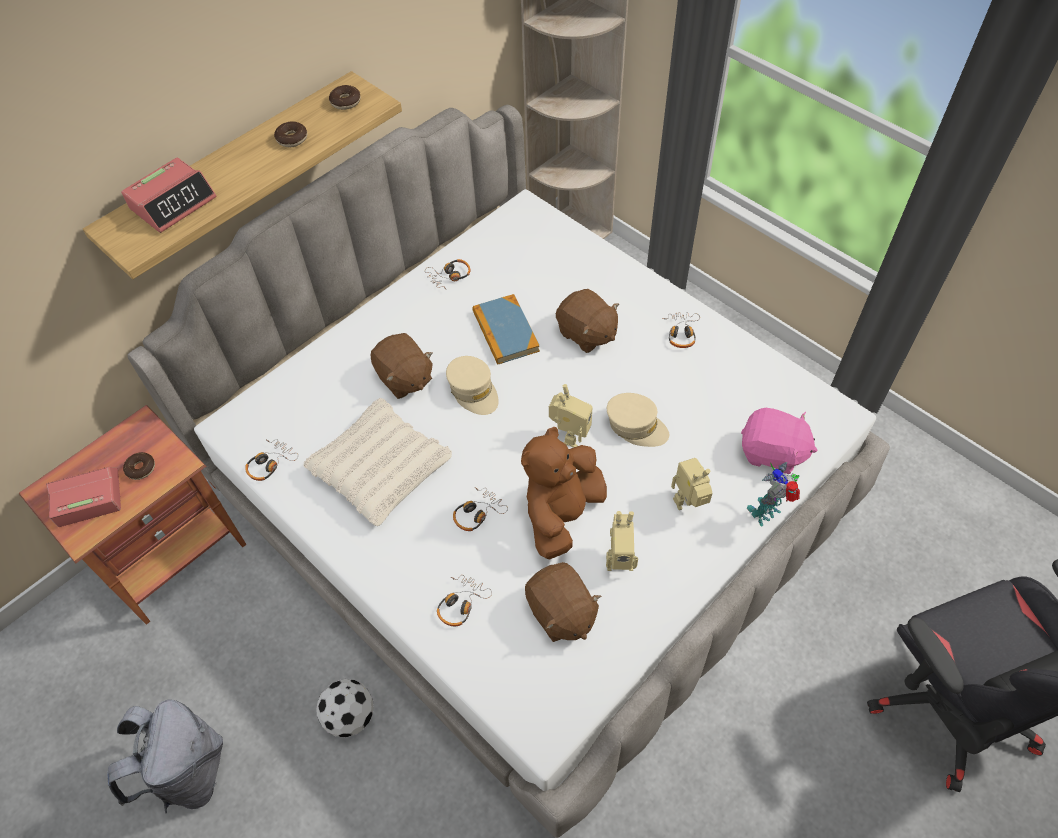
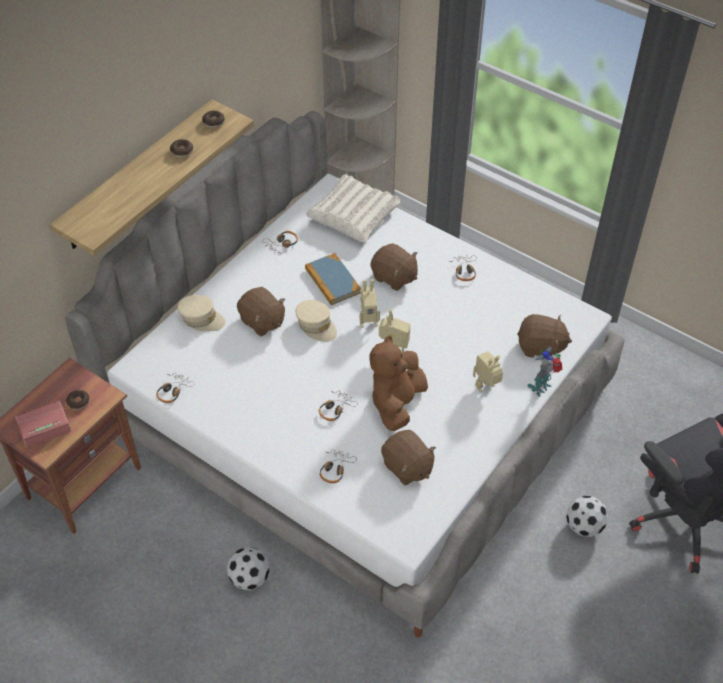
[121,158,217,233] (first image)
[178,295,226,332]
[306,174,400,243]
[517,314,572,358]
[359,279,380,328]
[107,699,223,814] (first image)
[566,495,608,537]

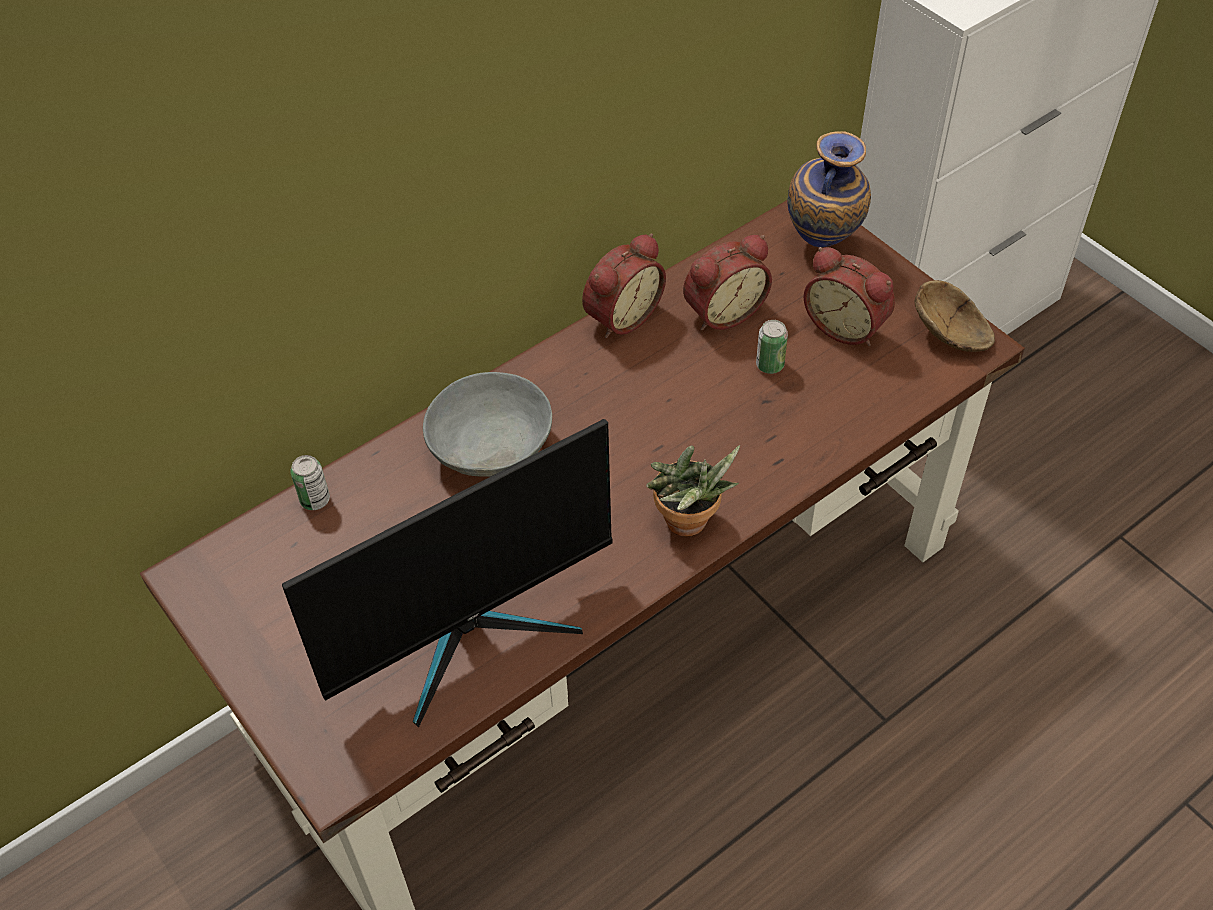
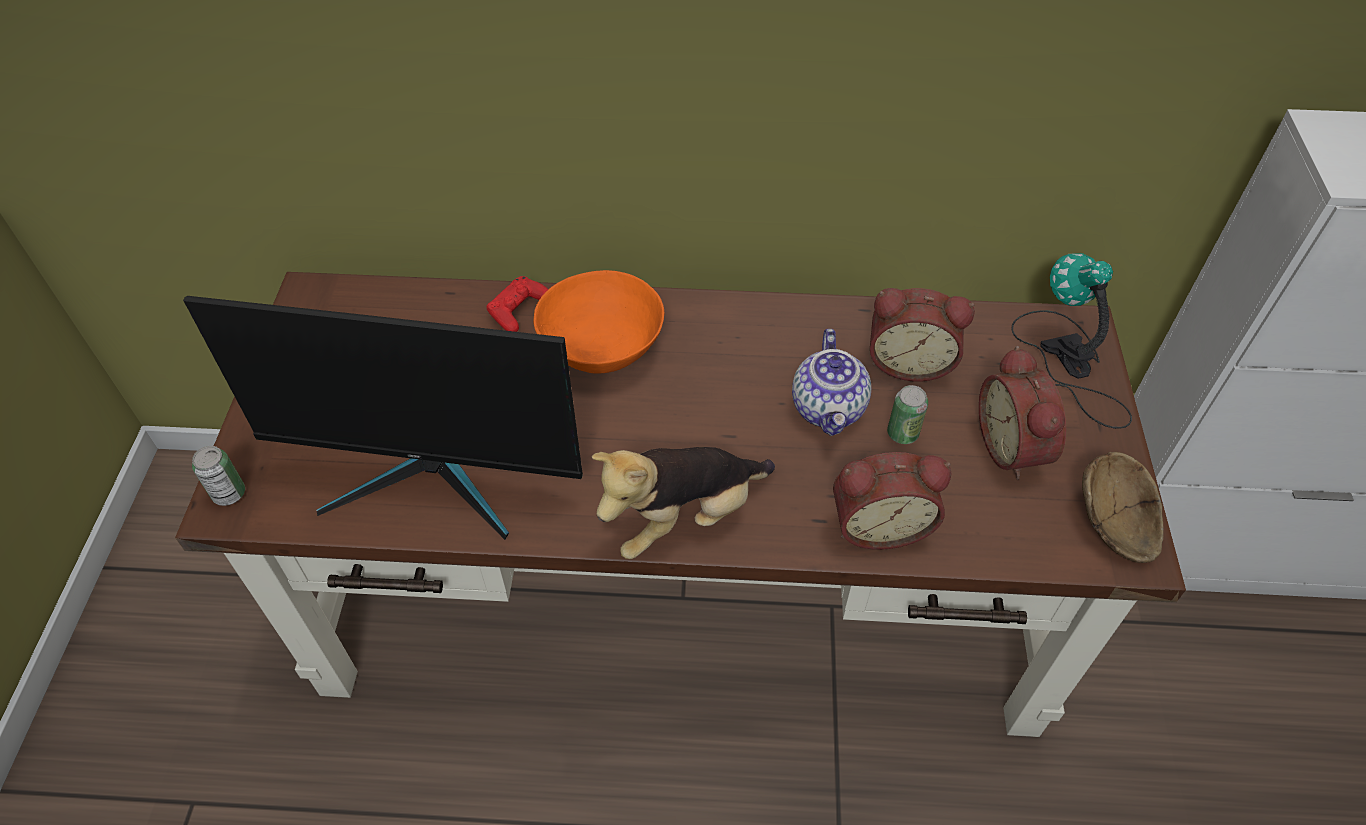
[1011,253,1132,429]
[833,452,951,550]
[533,270,664,374]
[592,447,775,559]
[192,446,245,506]
[486,276,548,332]
[792,329,871,436]

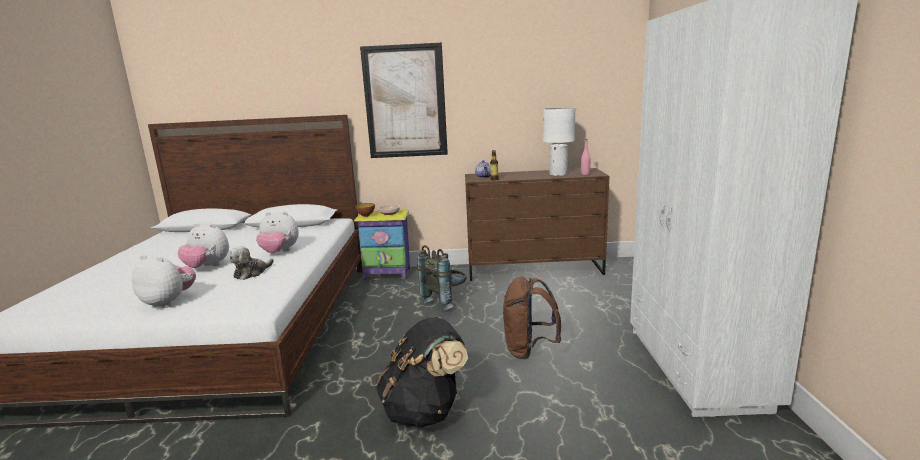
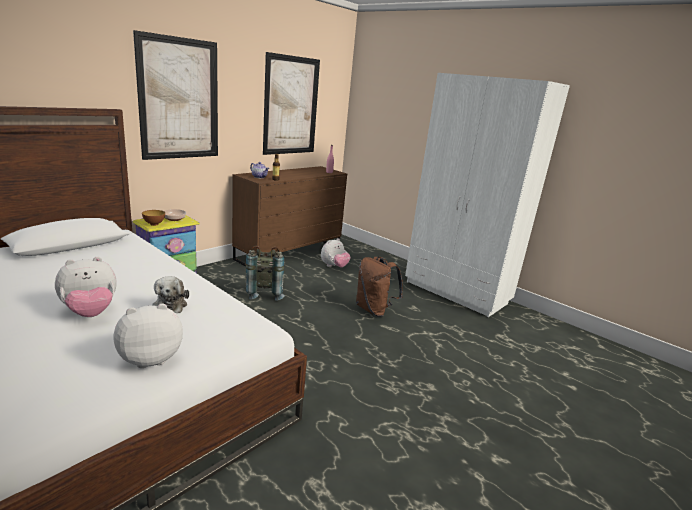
[543,107,575,176] (first image)
[321,238,351,267]
[376,317,468,427] (first image)
[263,52,320,155]

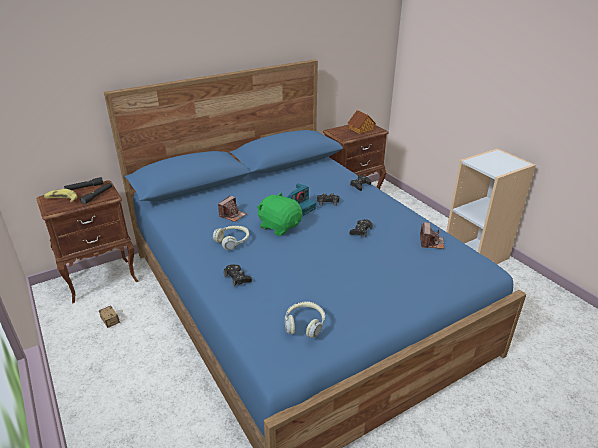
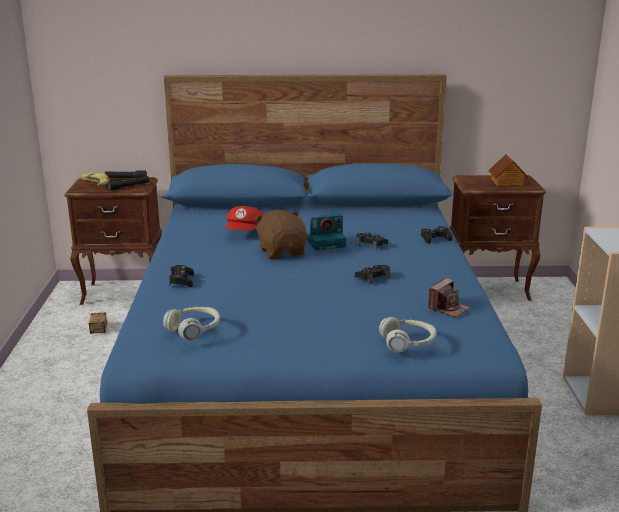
[254,210,307,259]
[226,206,264,231]
[379,317,436,353]

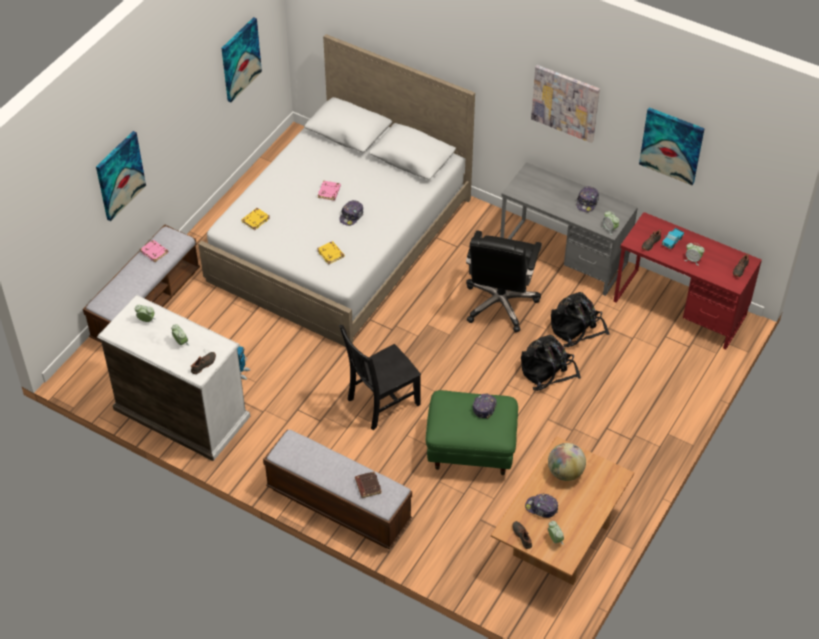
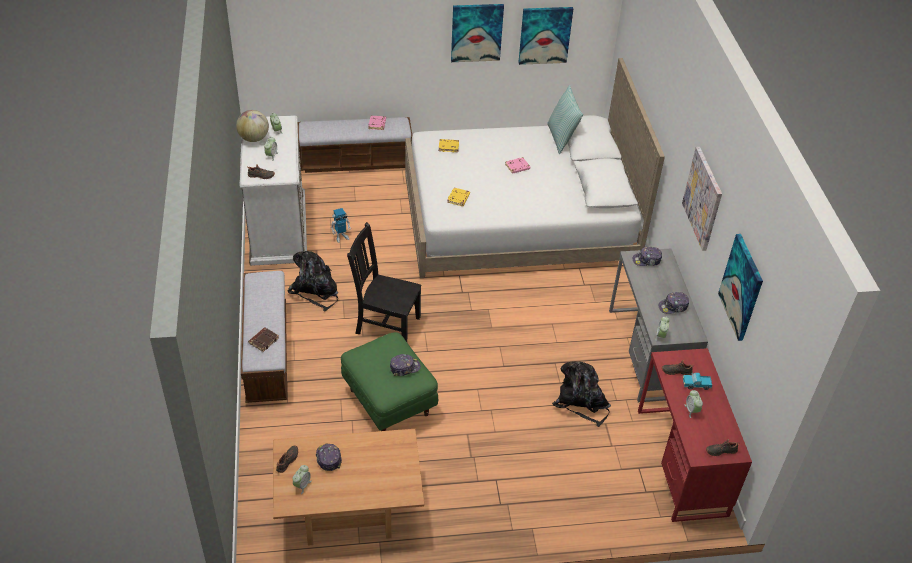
[451,4,504,62]
[632,247,662,266]
[466,231,542,332] (first image)
[287,251,338,312]
[236,110,269,142]
[547,85,583,154]

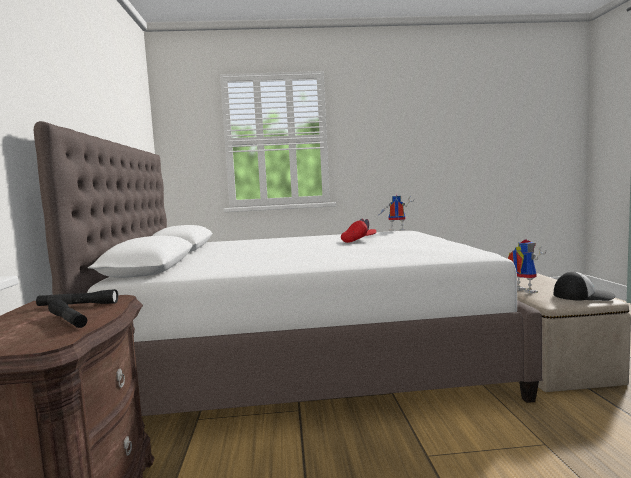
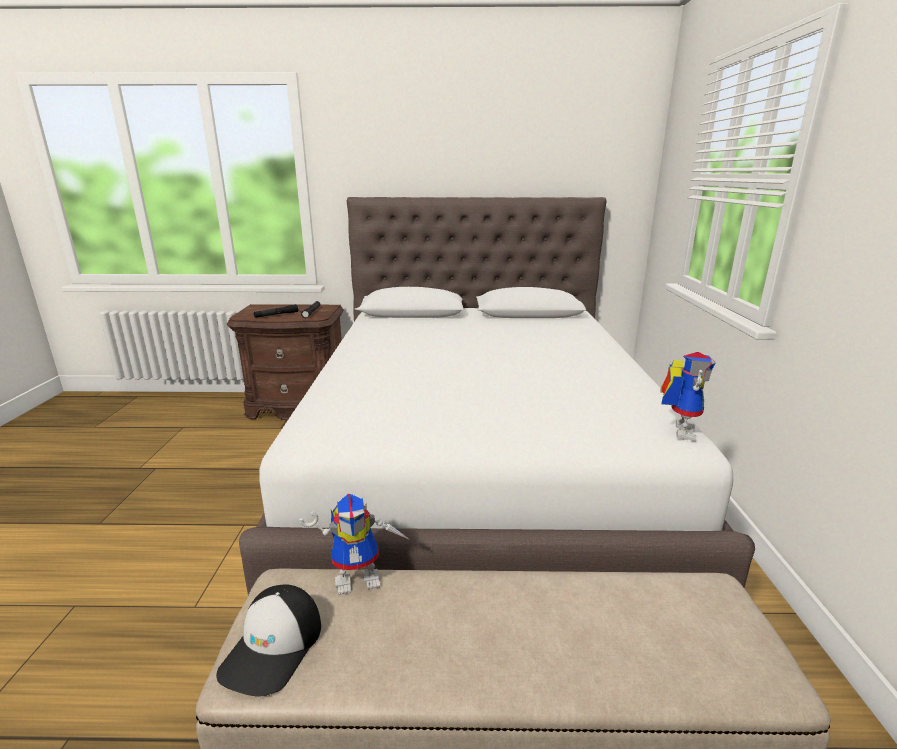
[341,219,377,243] (first image)

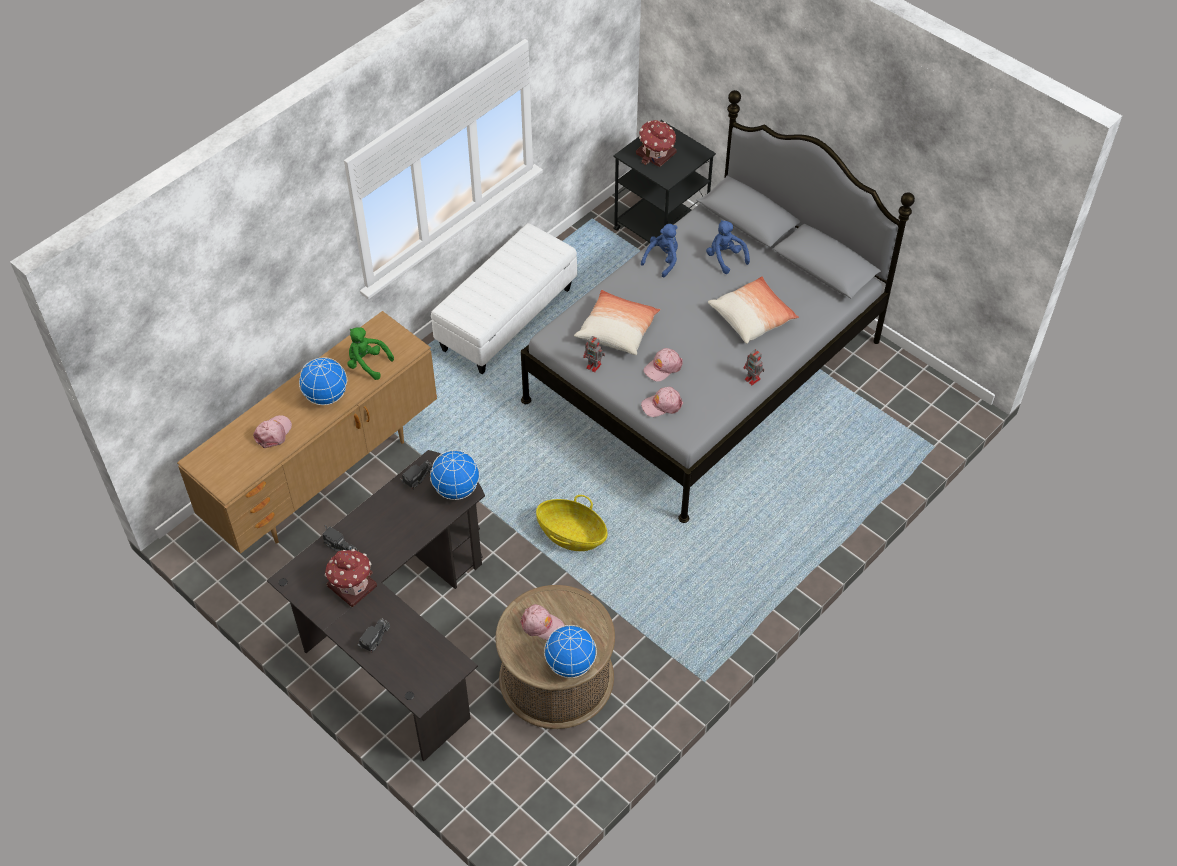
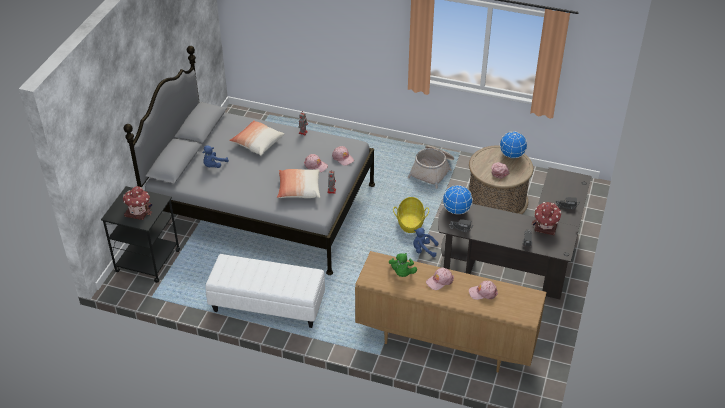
[413,228,438,257]
[426,268,454,290]
[408,145,454,189]

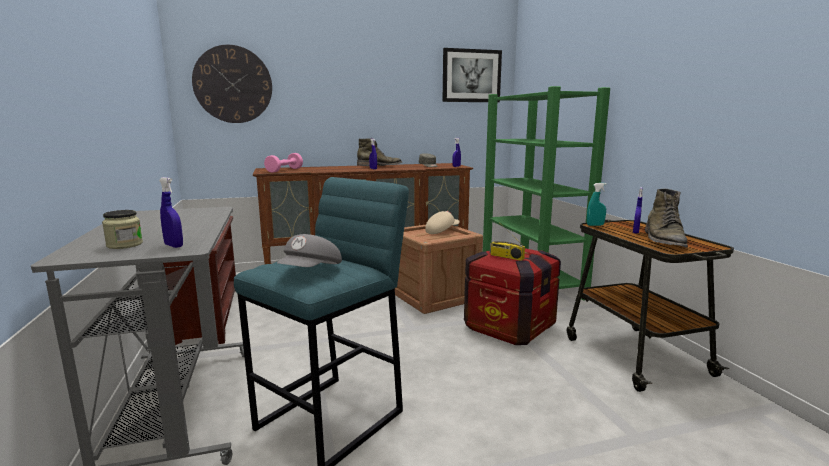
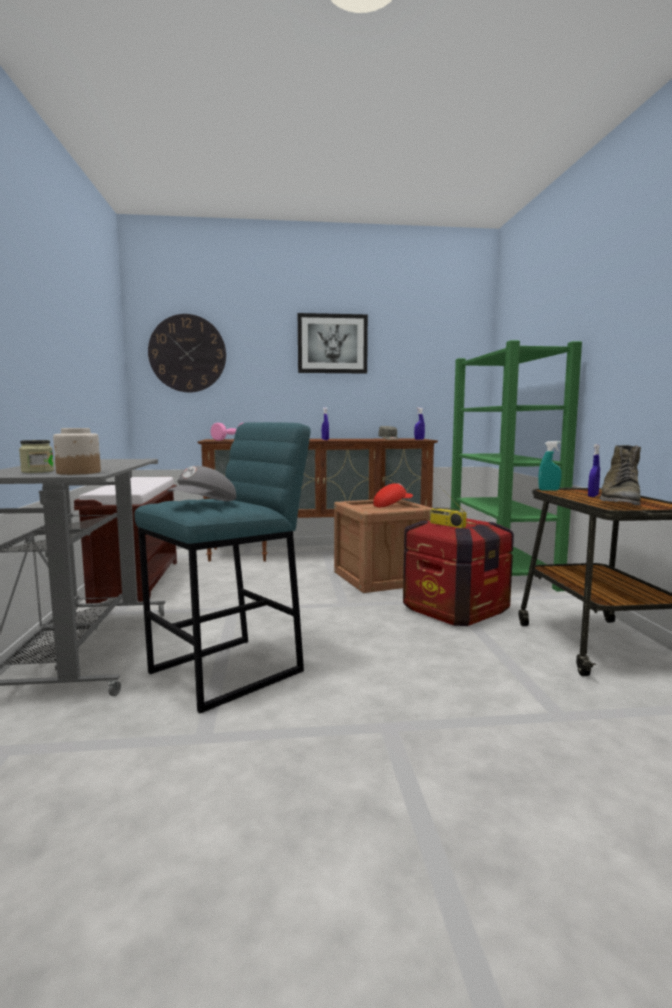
[298,313,368,374]
[357,138,402,166] (first image)
[53,428,101,475]
[373,483,413,507]

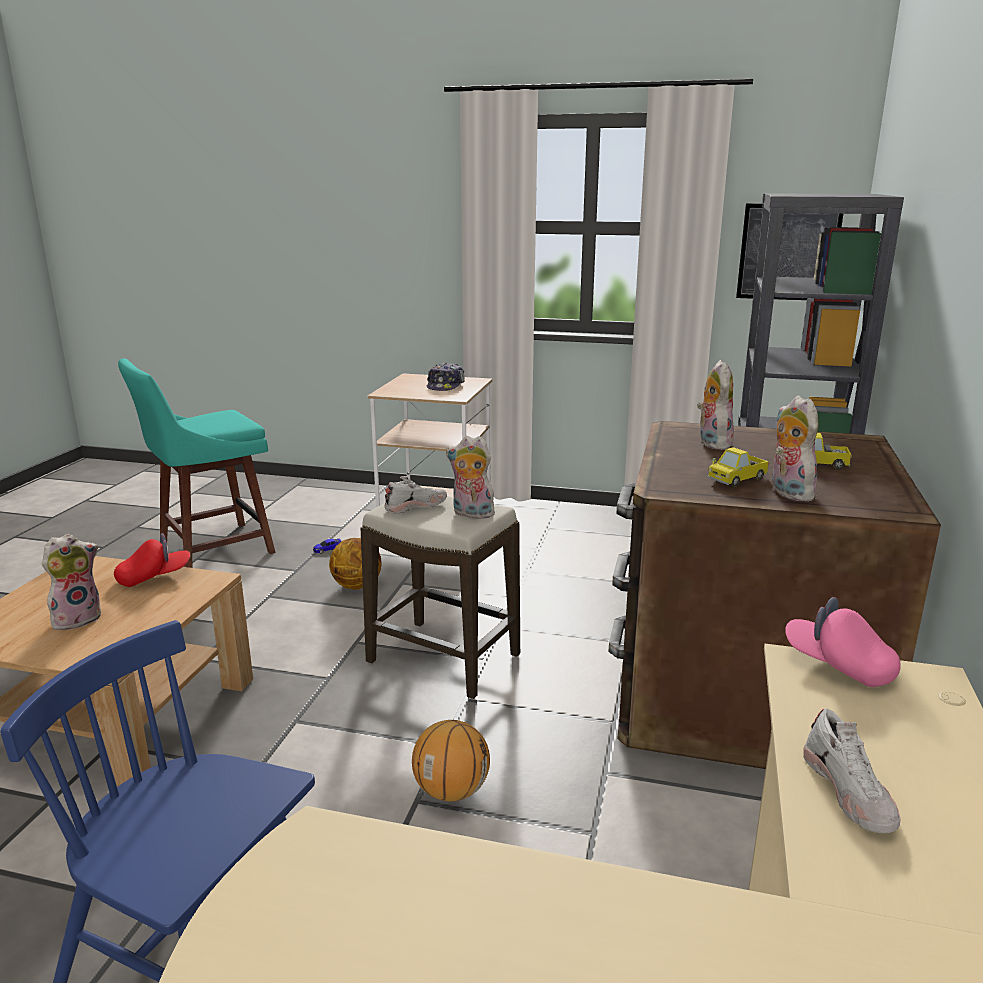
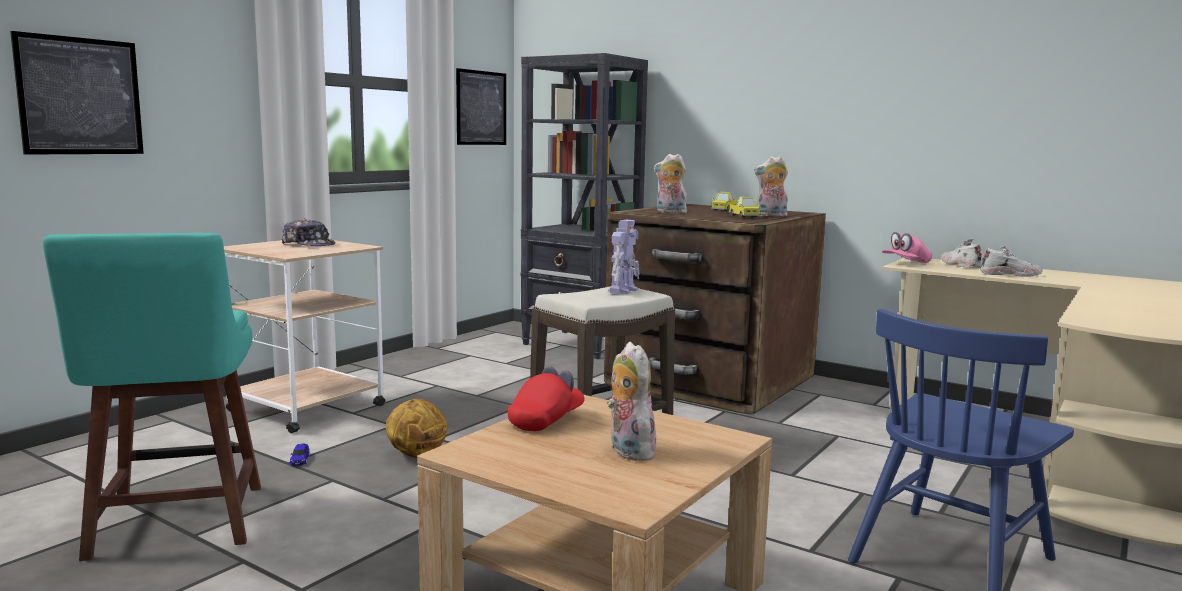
[608,220,640,294]
[942,239,982,268]
[508,366,585,431]
[412,720,490,802] (first image)
[10,31,144,155]

